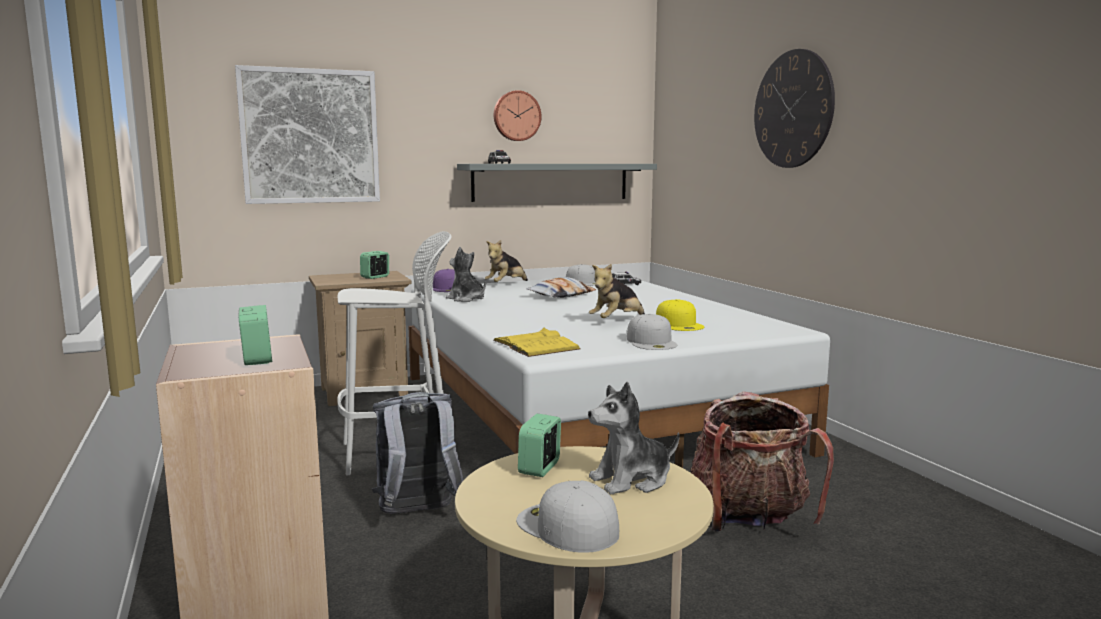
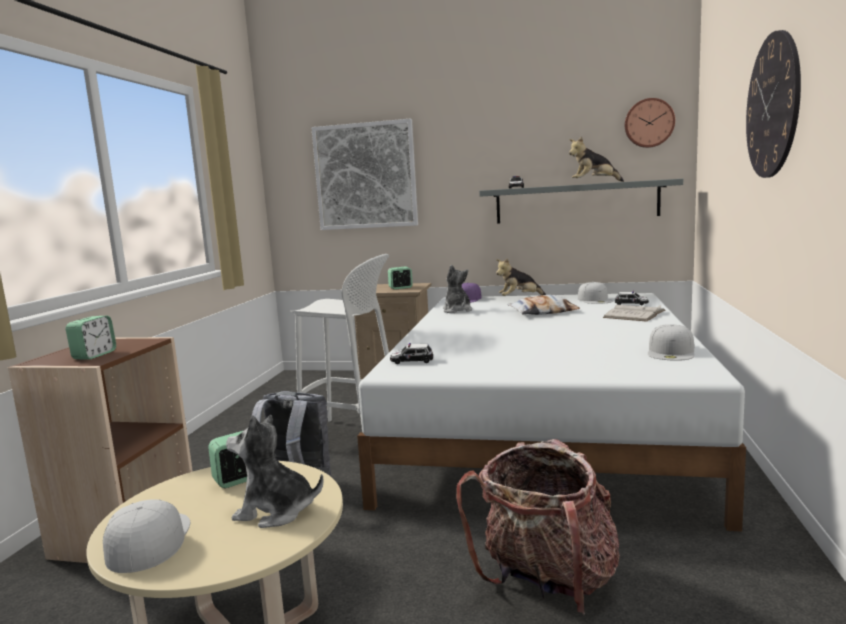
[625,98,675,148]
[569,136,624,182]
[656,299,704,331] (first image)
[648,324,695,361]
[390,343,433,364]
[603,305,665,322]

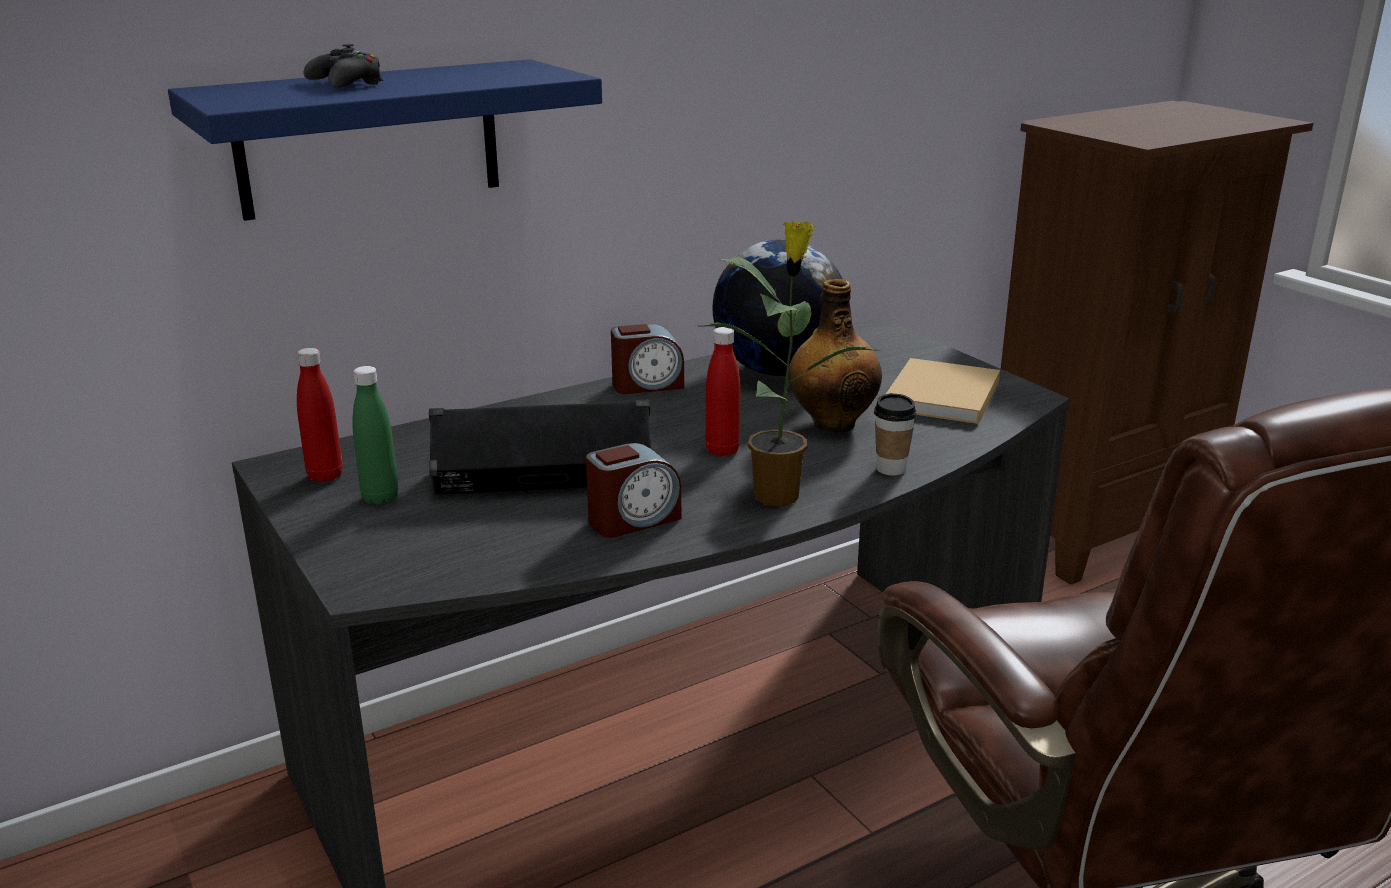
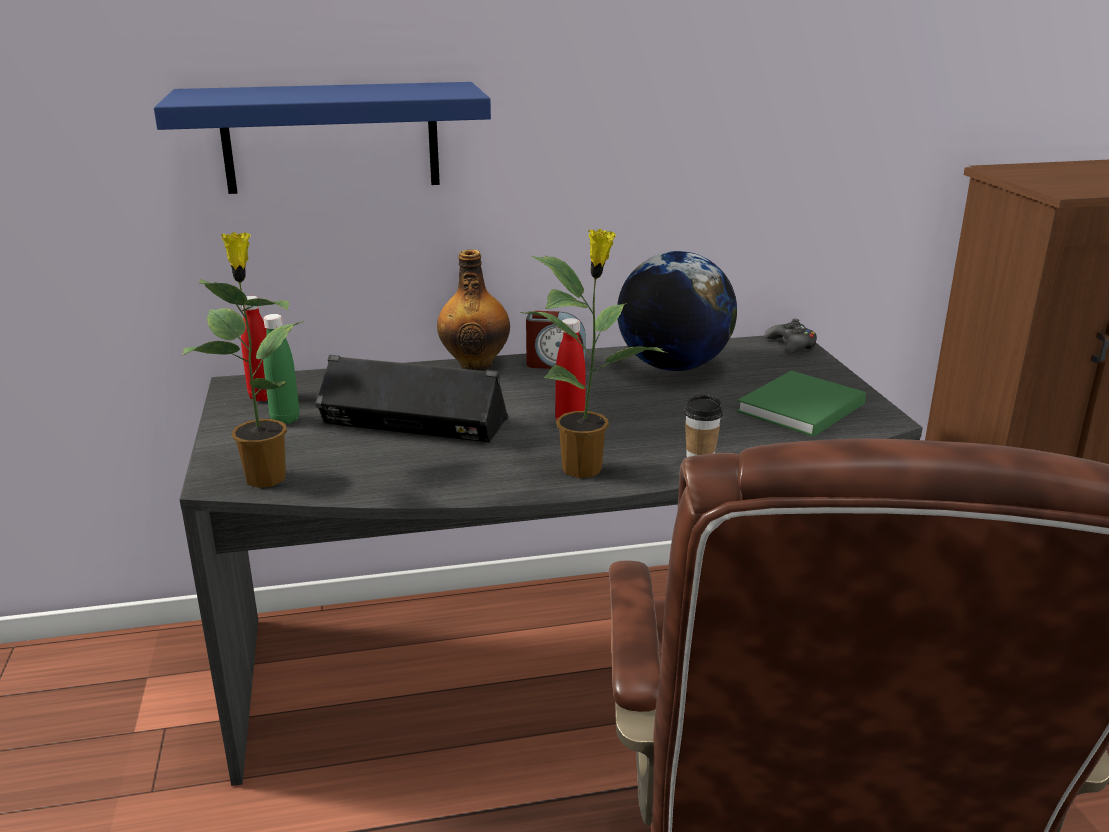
[765,319,817,354]
[437,249,510,371]
[737,371,866,437]
[586,443,681,538] (first image)
[182,232,304,488]

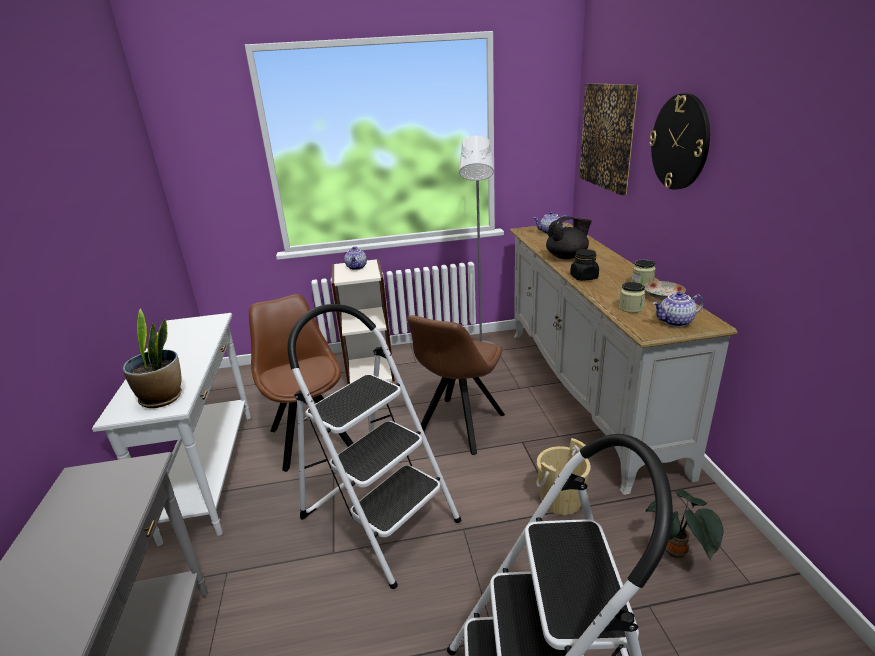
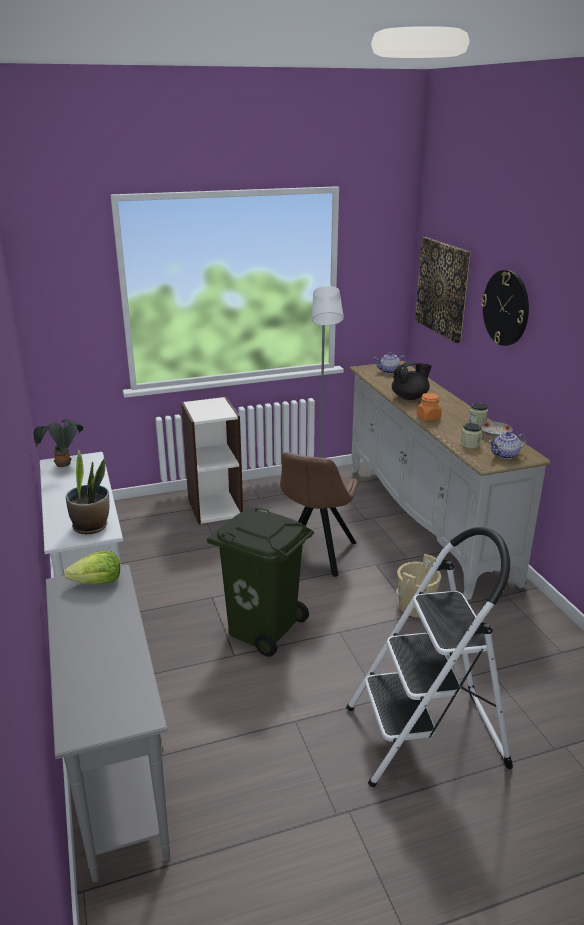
[344,246,367,270] (first image)
[417,393,442,421]
[249,294,353,472] (first image)
[207,507,314,657]
[34,419,83,467]
[64,551,120,584]

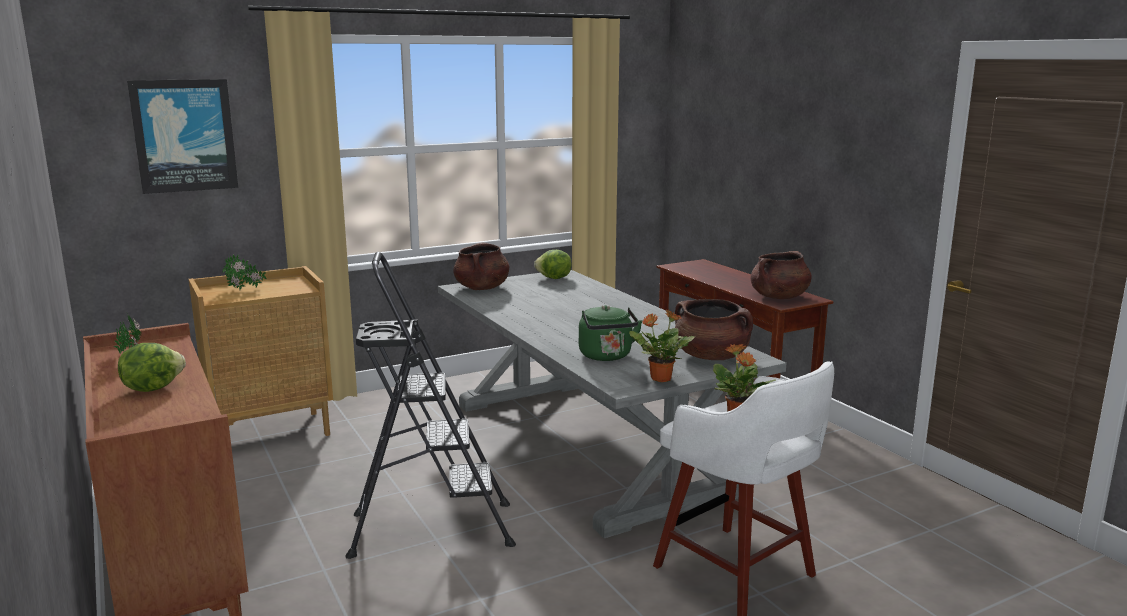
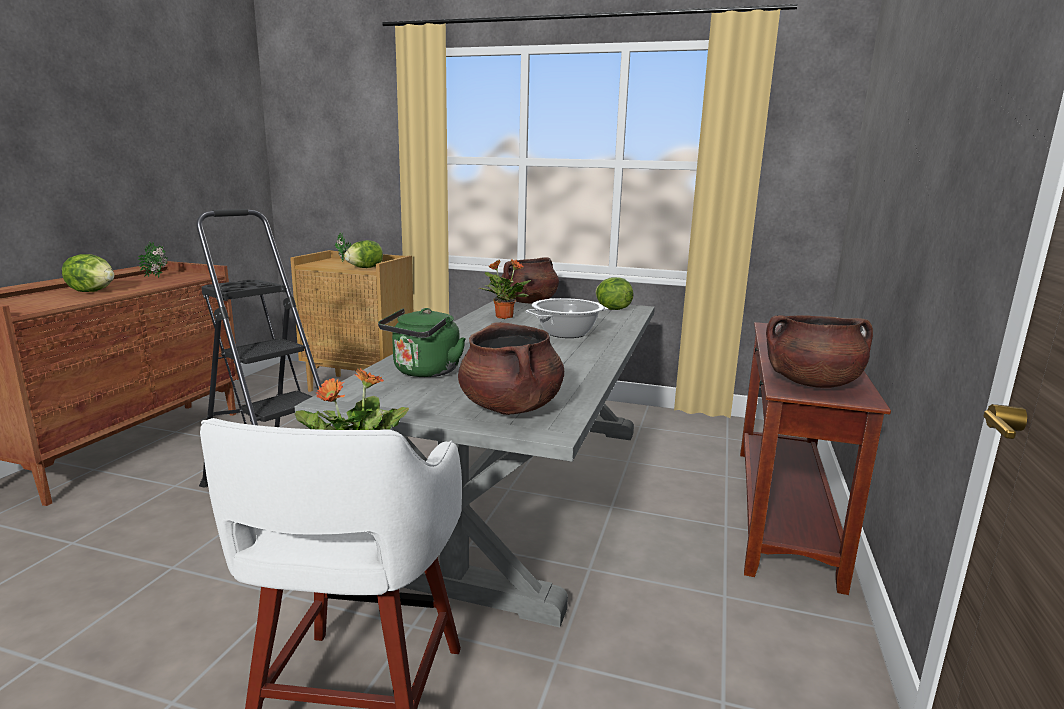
[127,79,238,194] (first image)
[479,259,531,319]
[344,240,383,268]
[526,298,608,338]

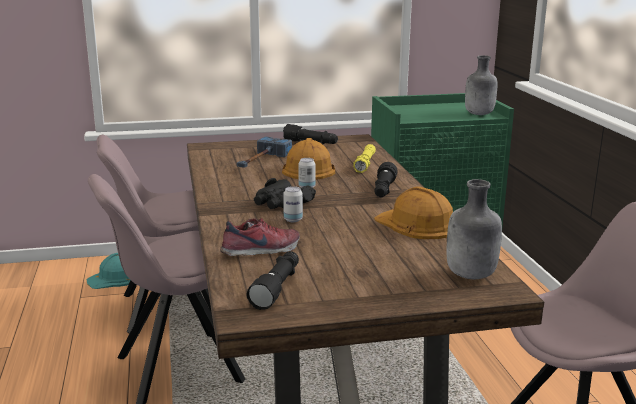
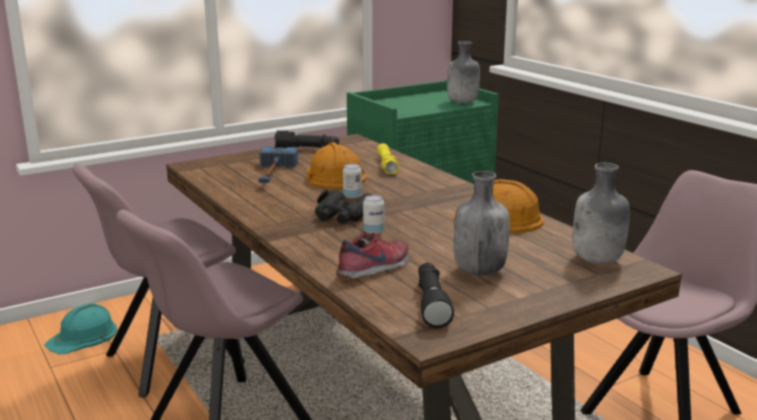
[374,162,398,197] (first image)
[454,171,510,275]

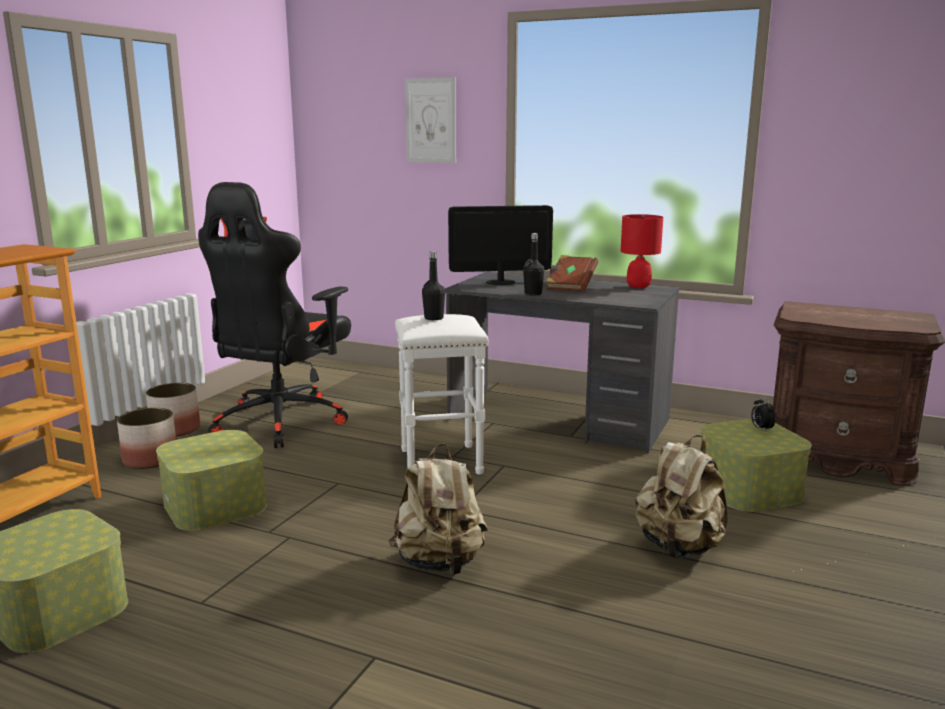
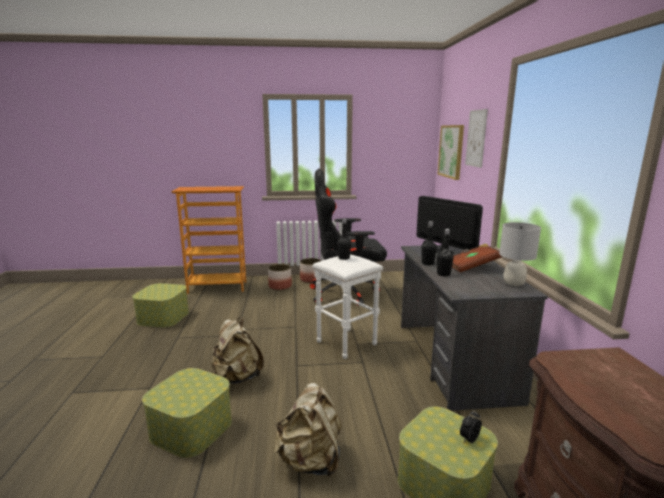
[499,222,541,286]
[142,368,232,458]
[438,125,464,180]
[437,229,454,276]

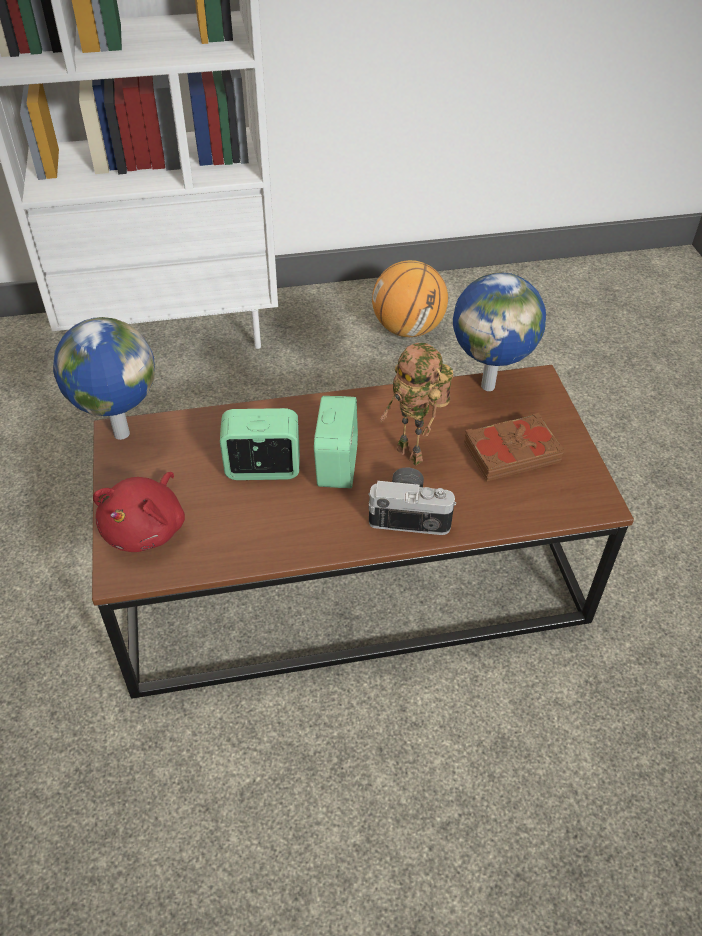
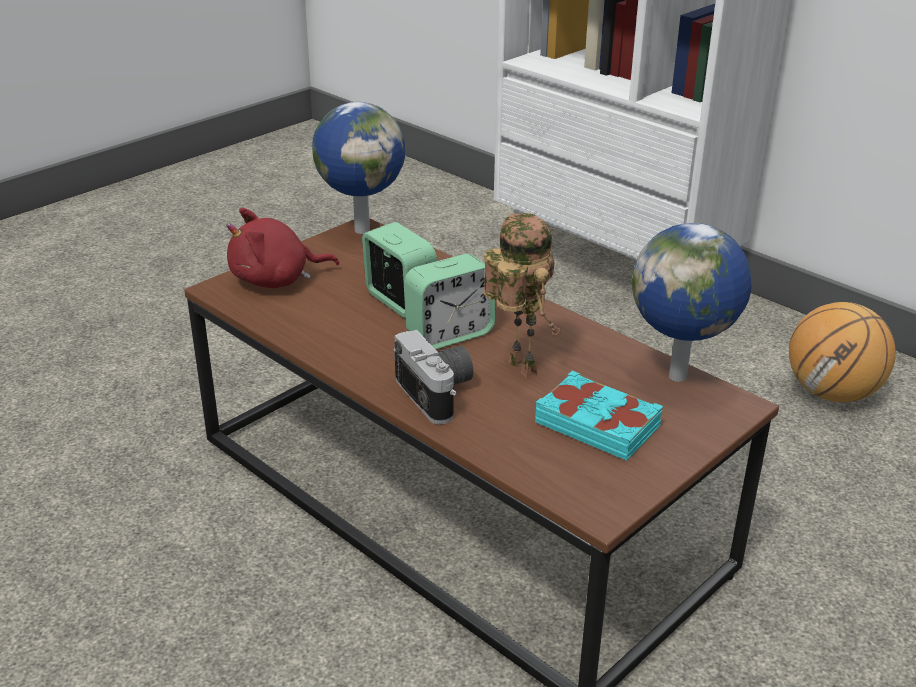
[483,213,561,378]
[535,371,663,460]

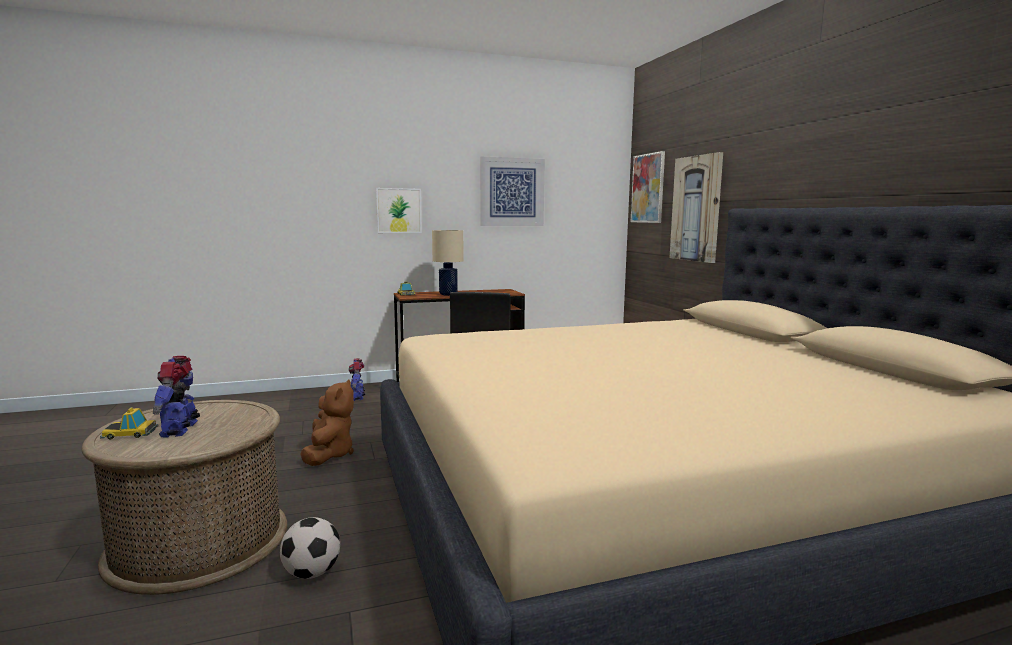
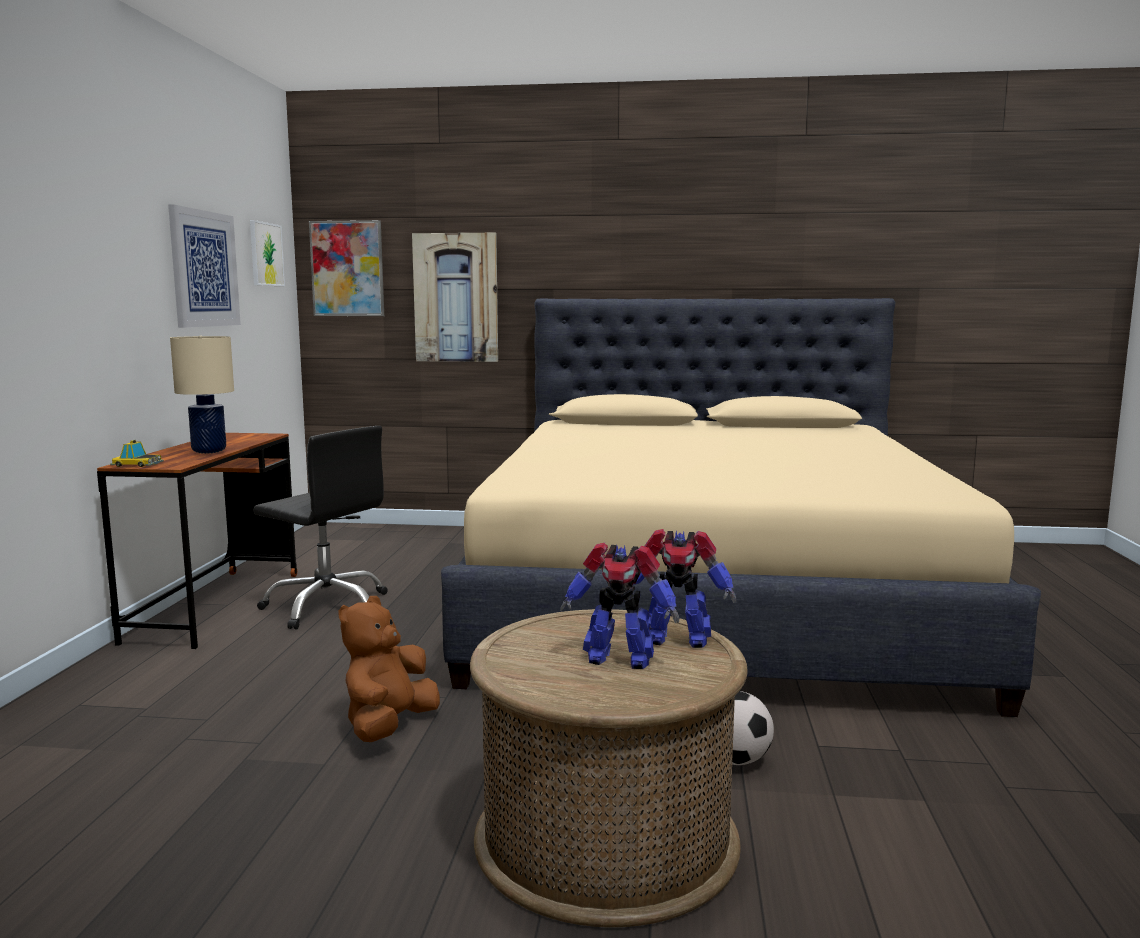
[250,220,285,286]
[633,529,736,648]
[339,596,440,742]
[100,408,159,440] (first image)

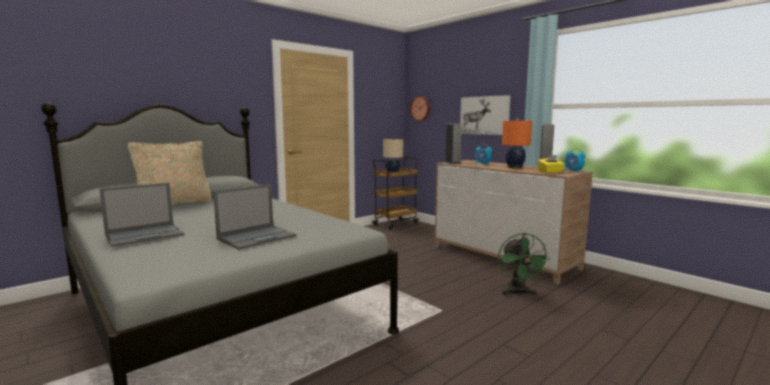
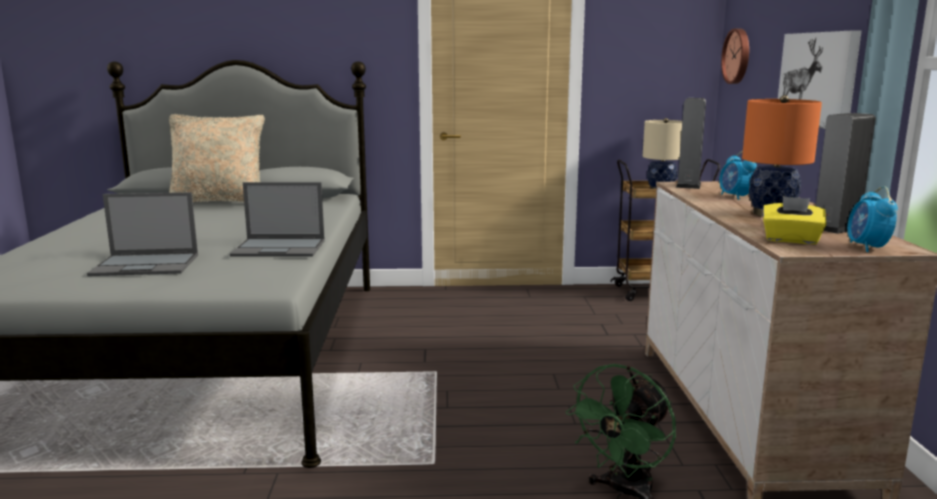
[230,182,325,257]

